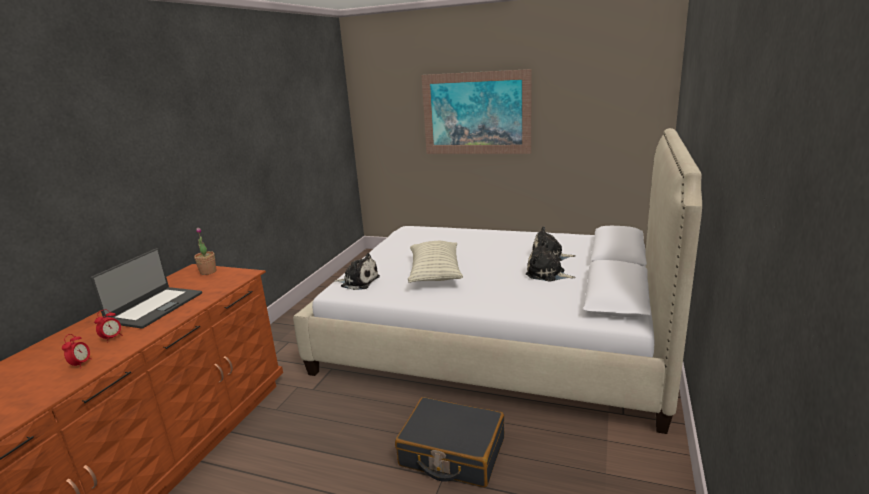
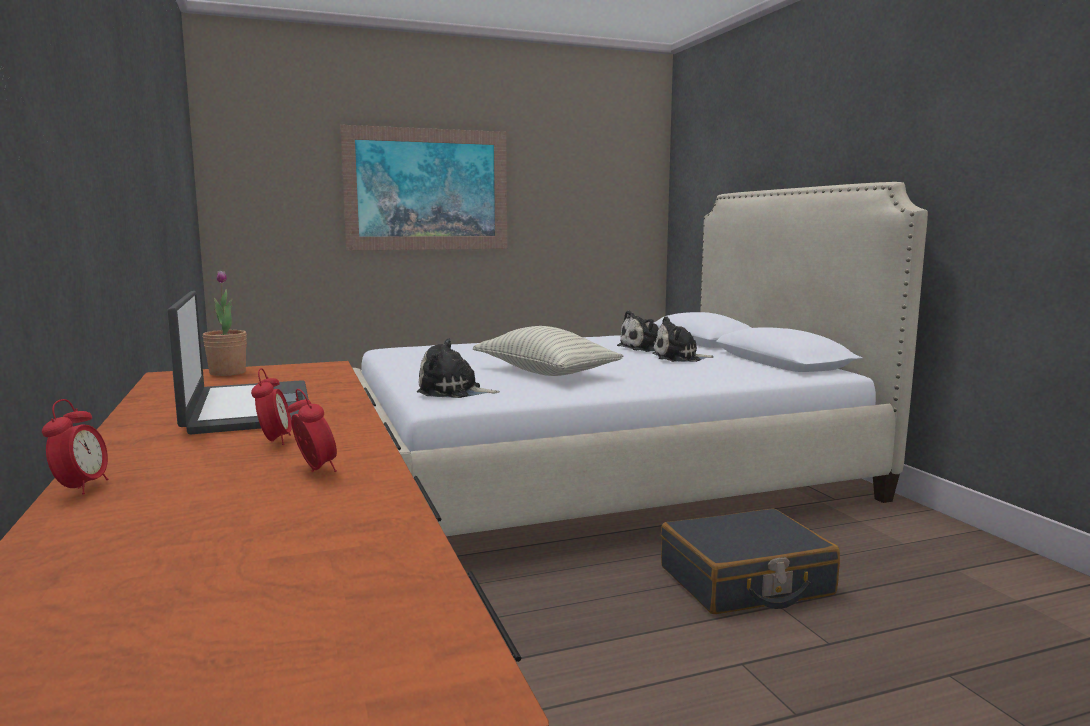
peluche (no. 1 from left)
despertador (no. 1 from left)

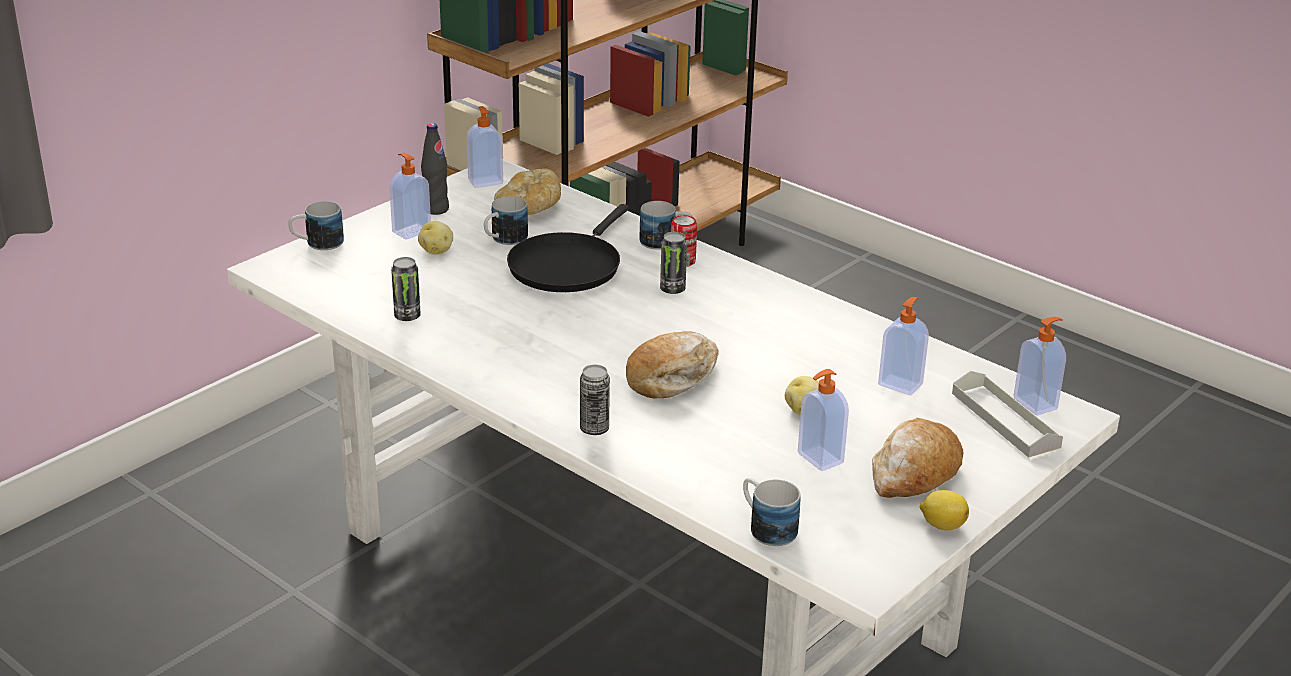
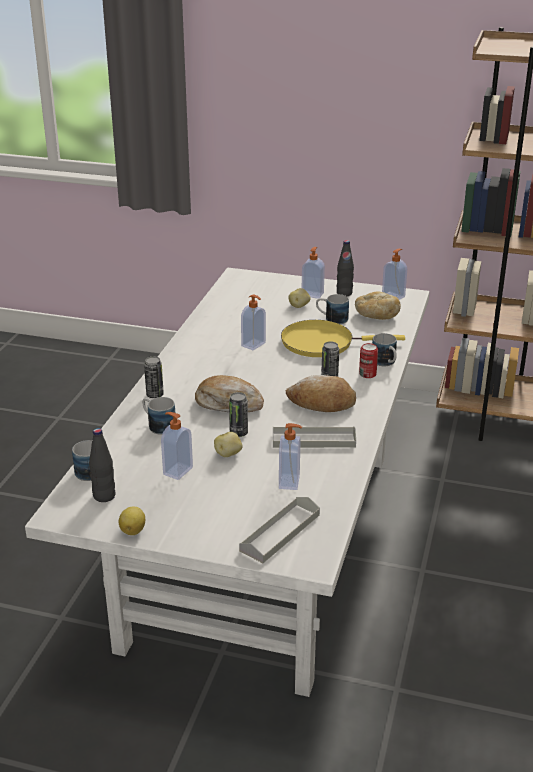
taza grande (no. 2 from left)
sartén [amarillo]
lata (no. 2 from left)
dispensador de jabón (no. 2 from left)
pan (no. 2 from left)
bandeja [gris] (no. 2 from left)
botella [negro] (no. 1 from left)

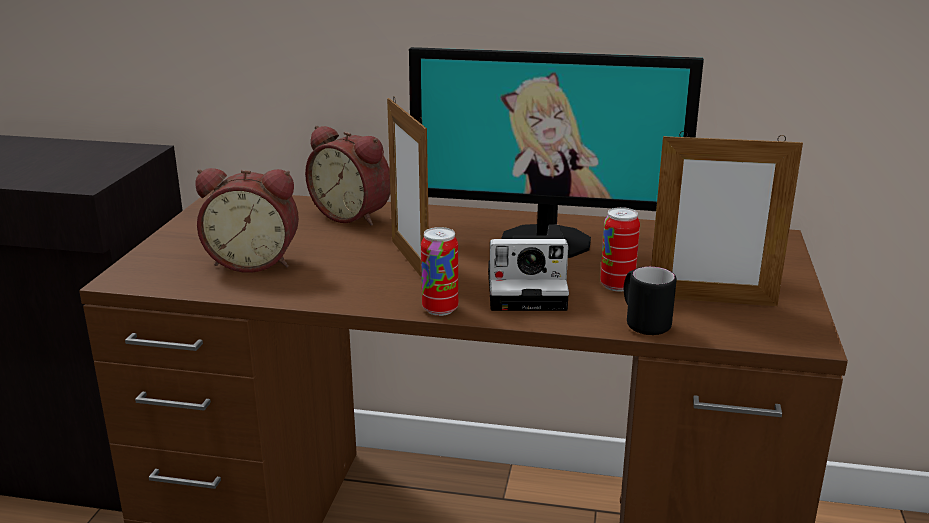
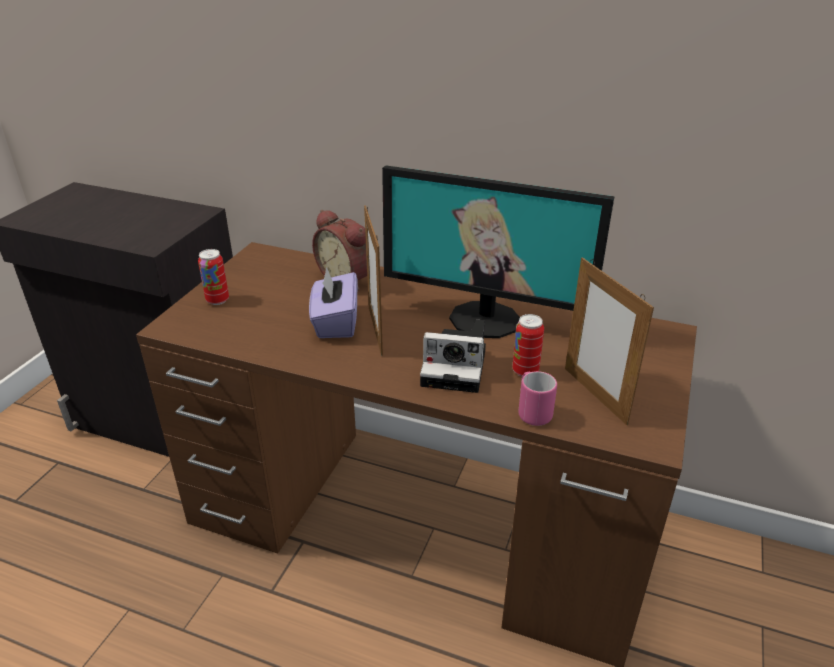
portarretratos (no. 2 from left)
despertador (no. 1 from left in the first image)
lata (no. 1 from left)
taza grande [rosa]
caja de pañuelos [morado]

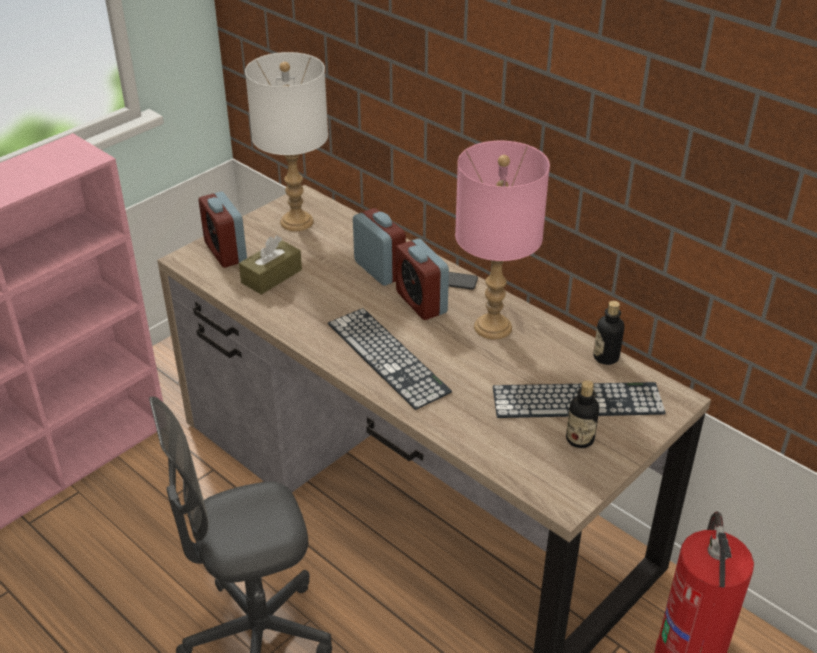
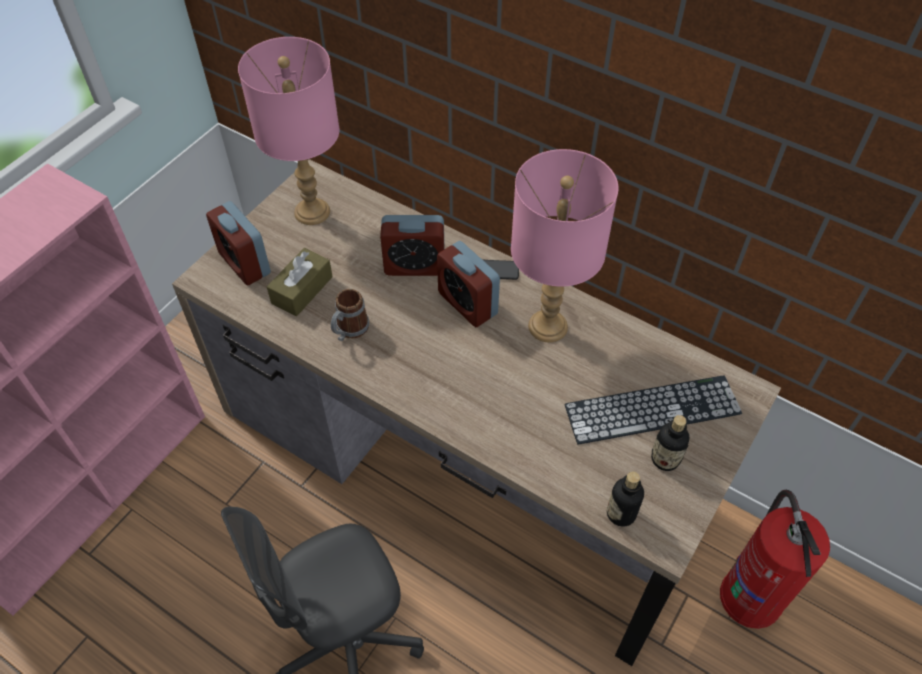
lámpara de mesa [rosa] (no. 1 from left)
despertador (no. 2 from left)
botella (no. 1 from left)
teclado (no. 1 from left in the first image)
taza grande

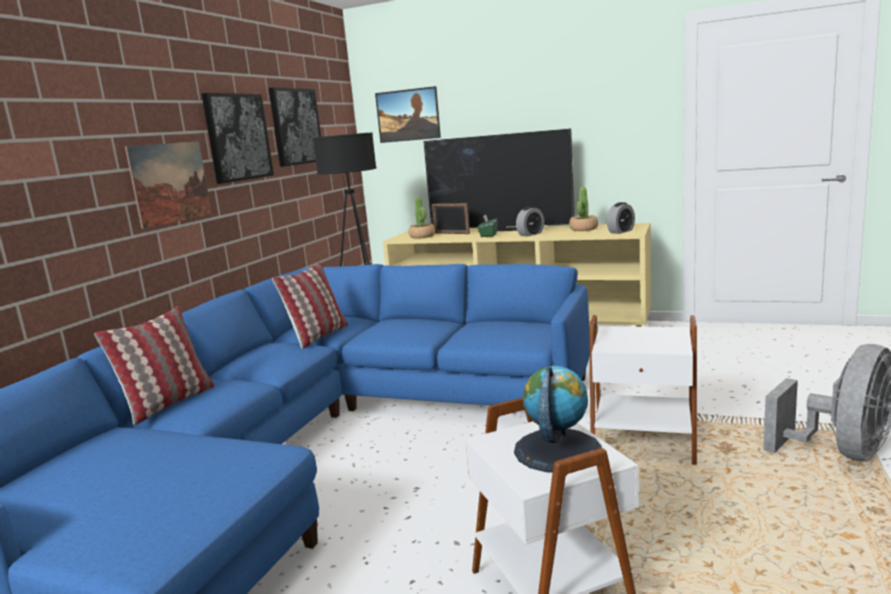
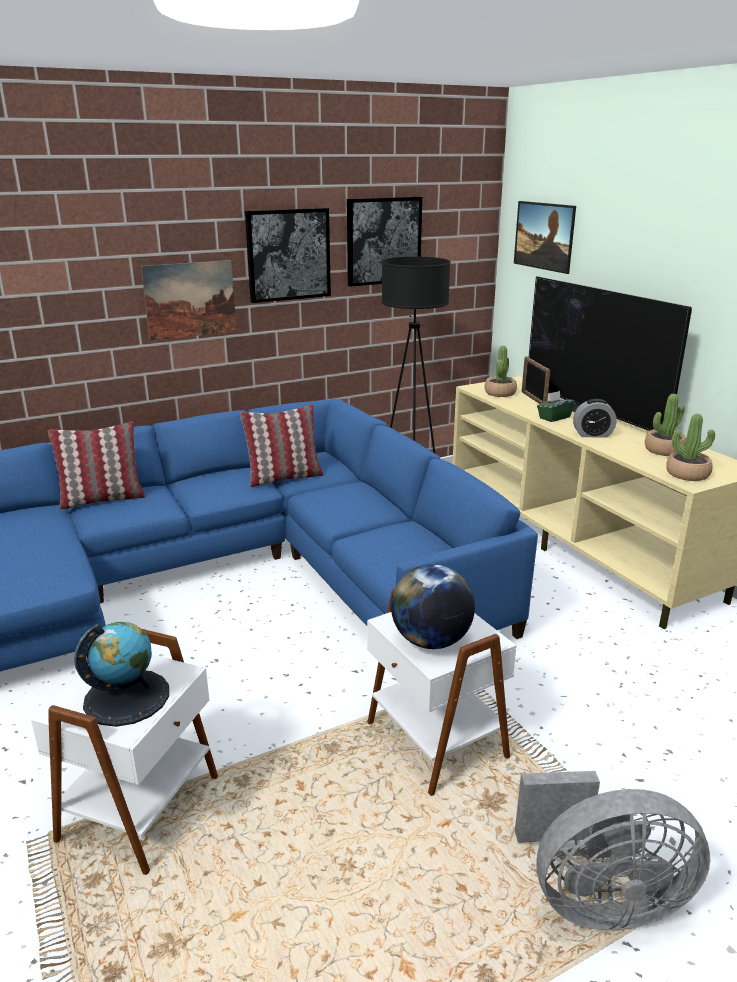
planta en maceta (no. 3 from left)
globo terráqueo (no. 2 from left)

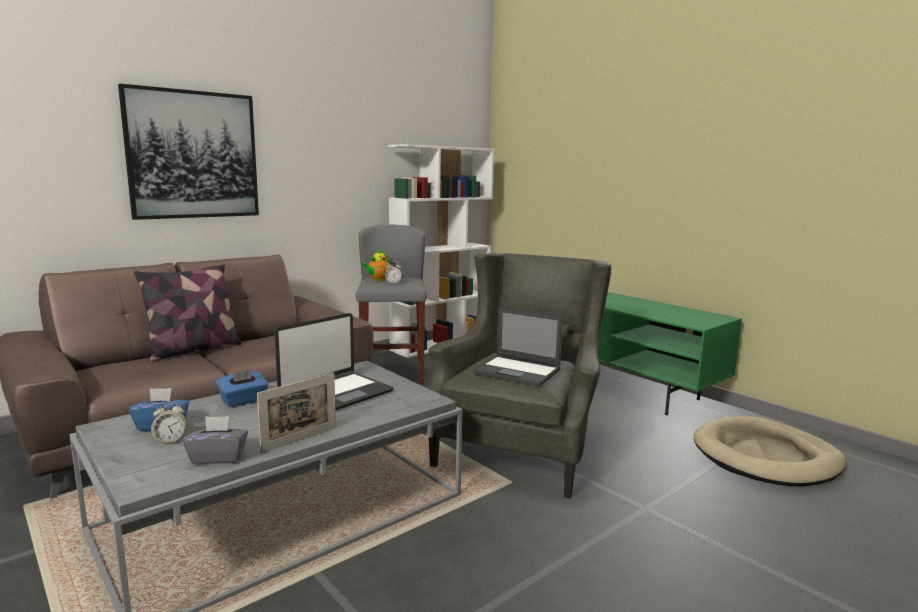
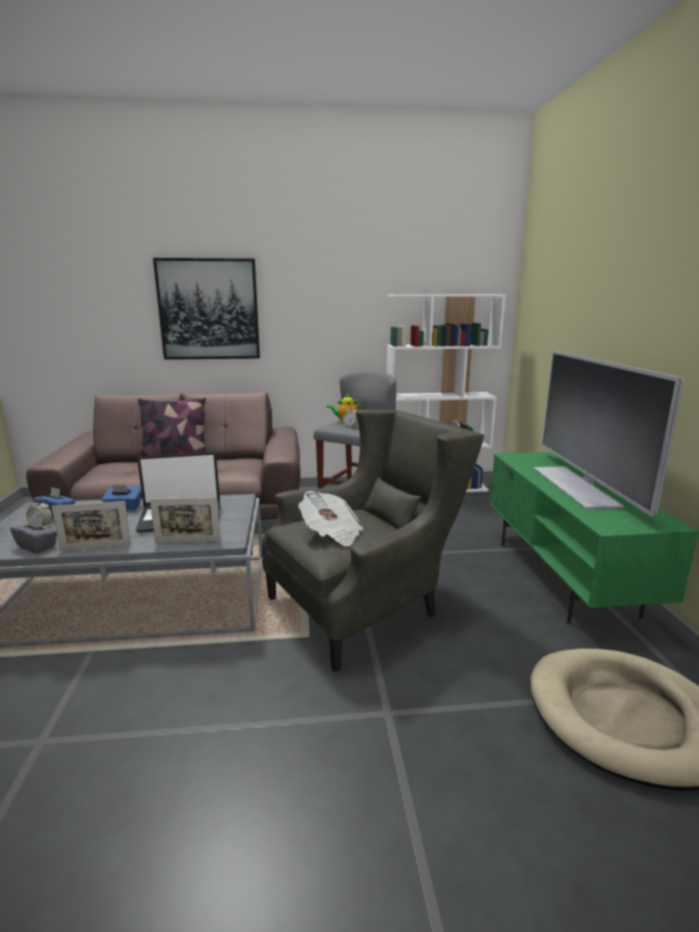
periódico
televisor
portarretratos (no. 2 from left)

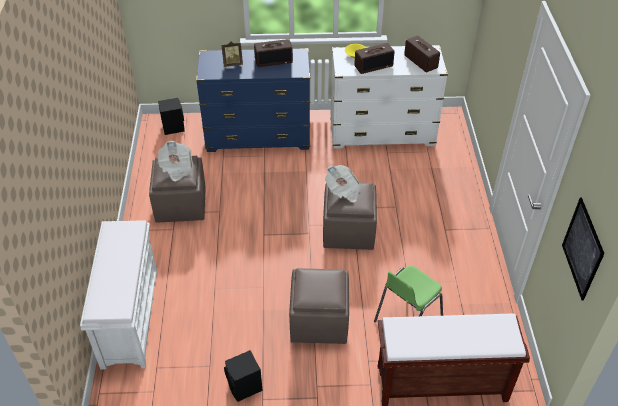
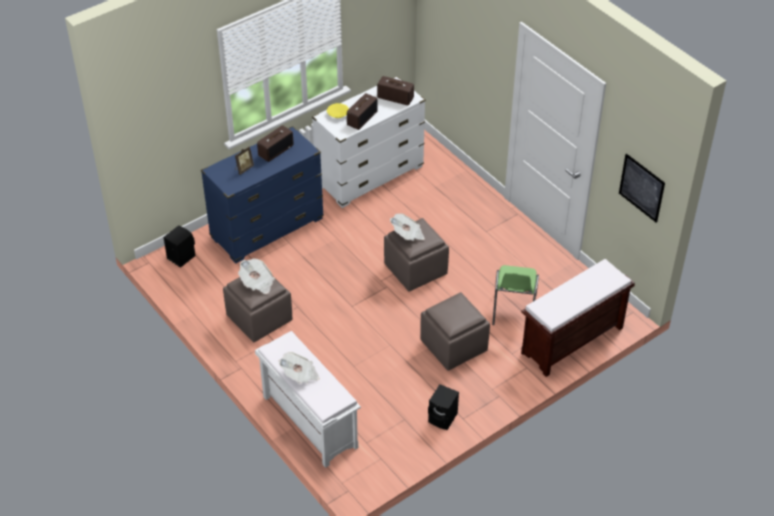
periódico (no. 2 from left)

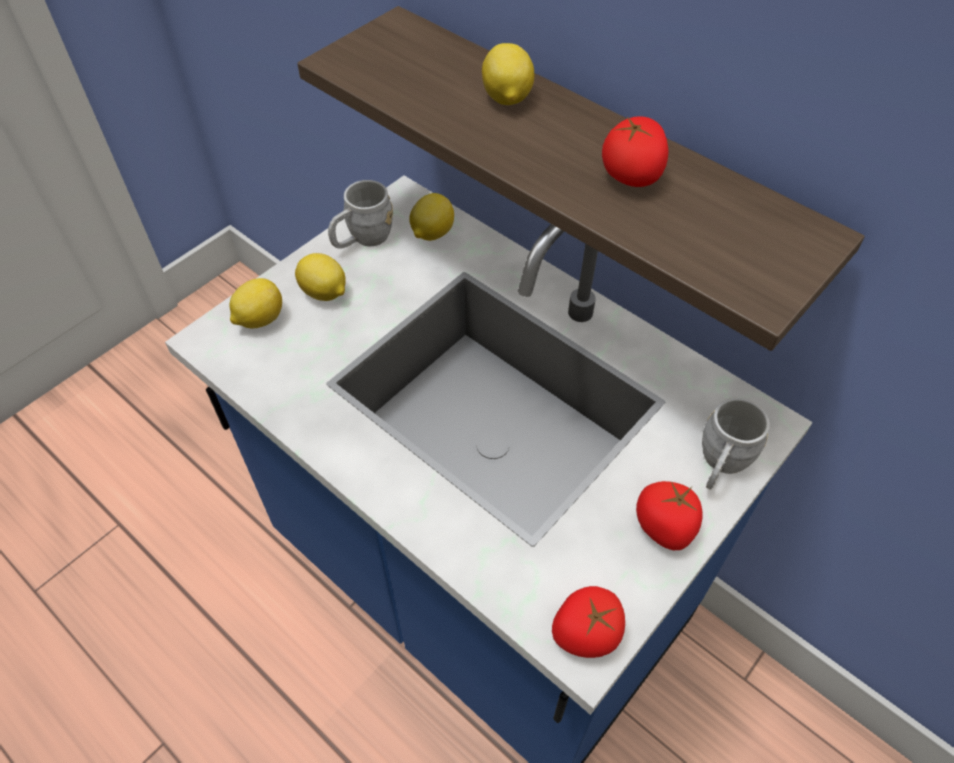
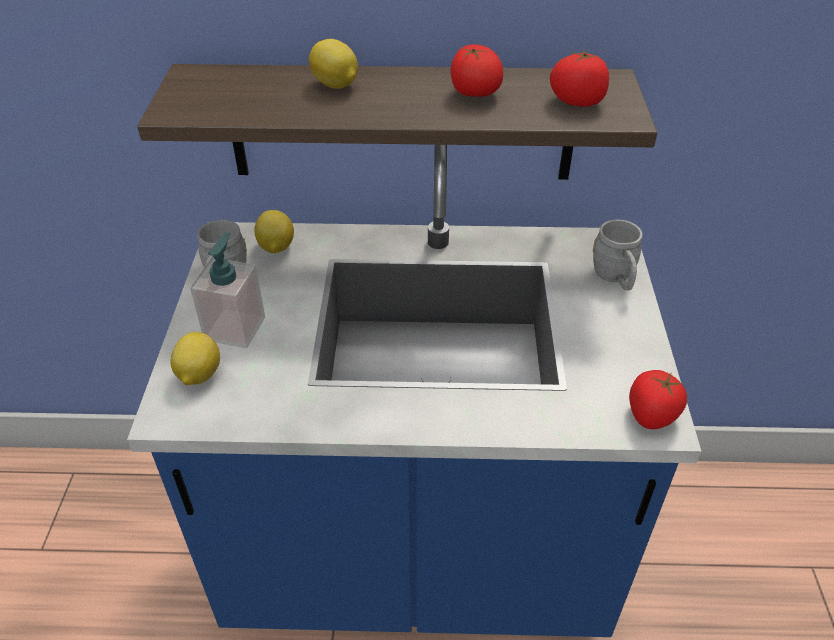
dispensador de jabón
tomate (no. 2 from left)

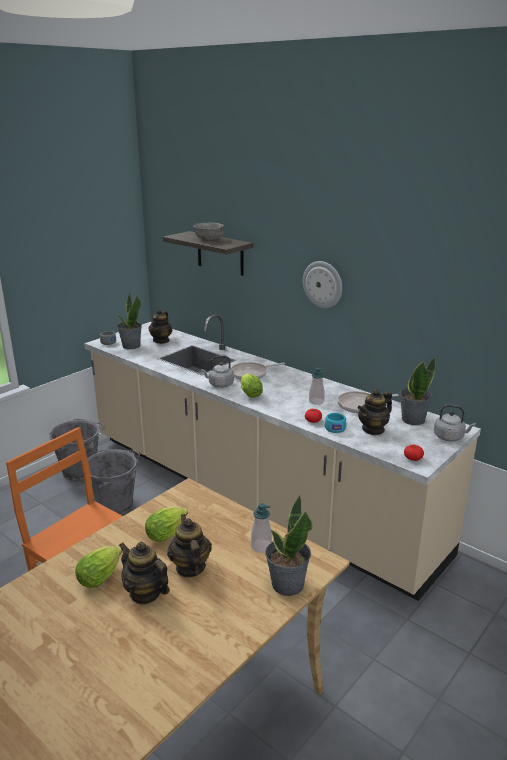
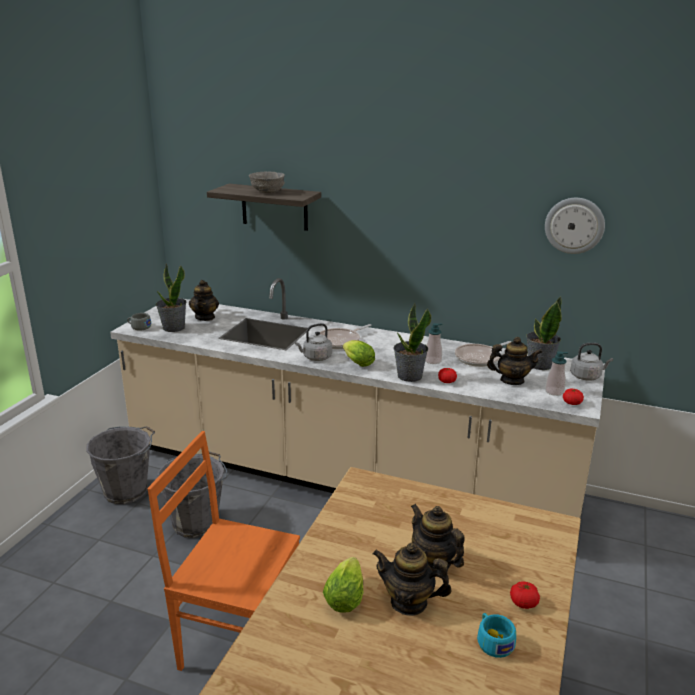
reloj de pared
tetera (no. 4 from left)
taza [turquesa]
planta en maceta (no. 2 from left)
dispensador de jabón (no. 2 from left)
lechuga (no. 2 from left in the first image)
tomate (no. 2 from left)

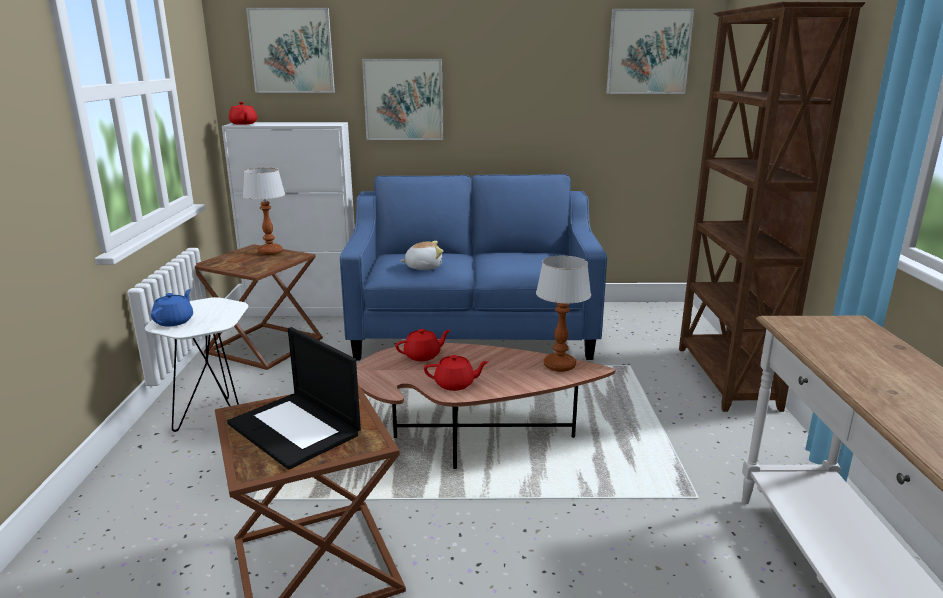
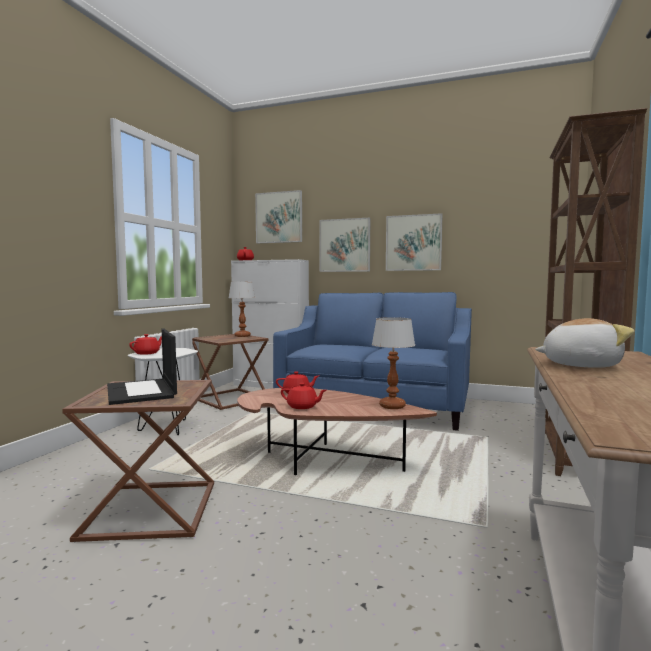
cuadro (no. 3 from left)
peluche
tetera [rojo] (no. 1 from left)

